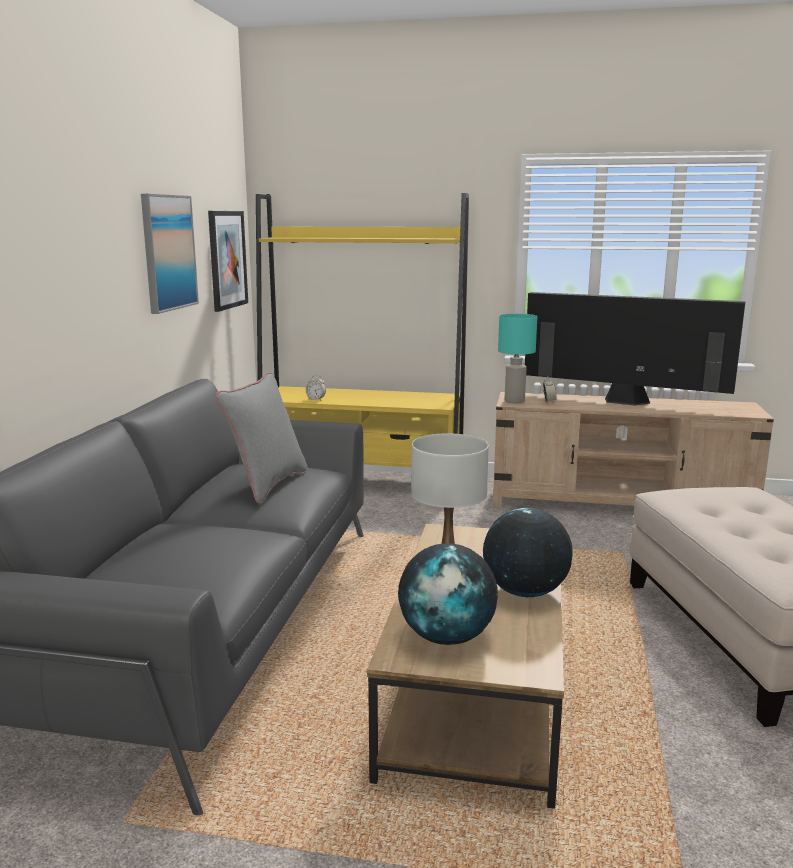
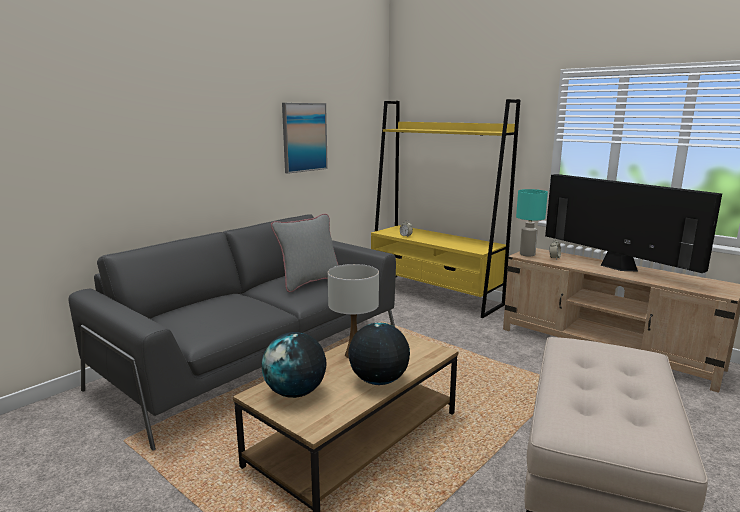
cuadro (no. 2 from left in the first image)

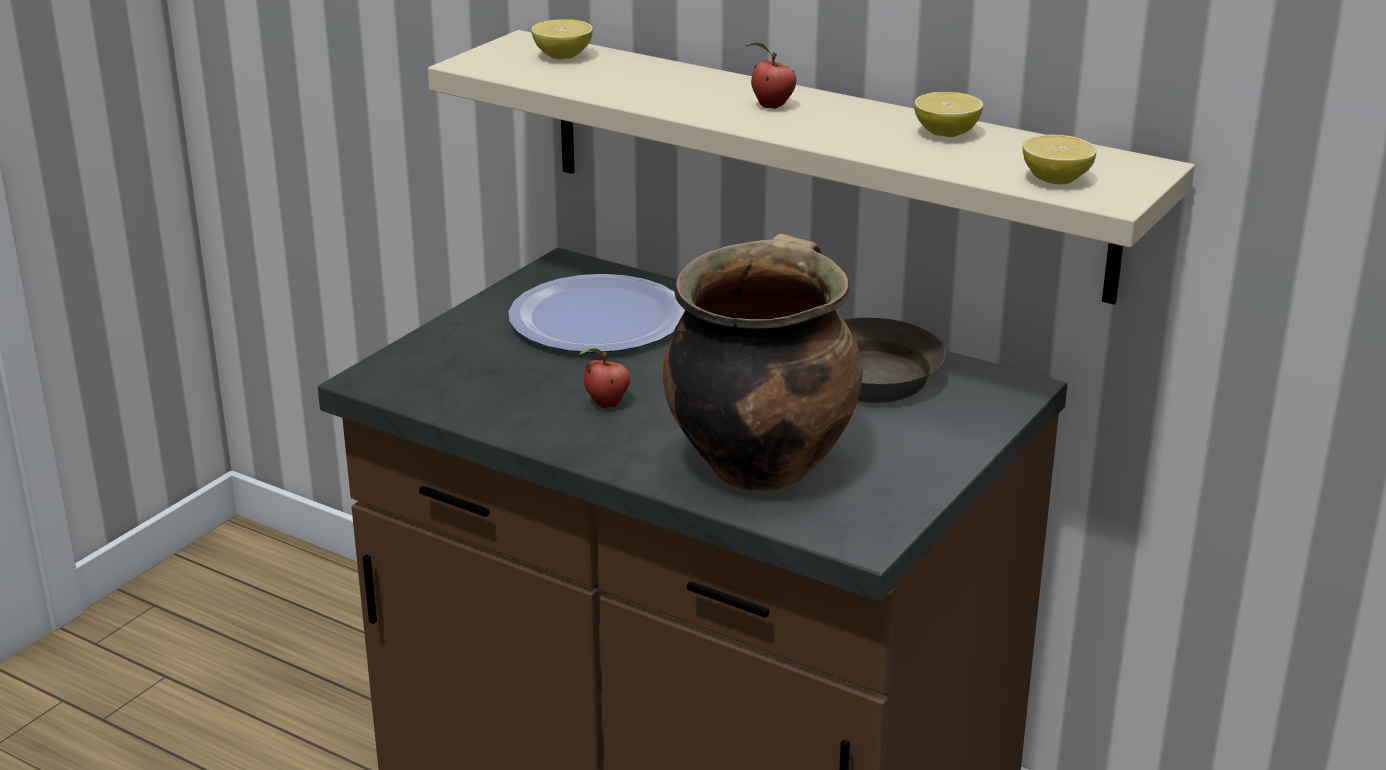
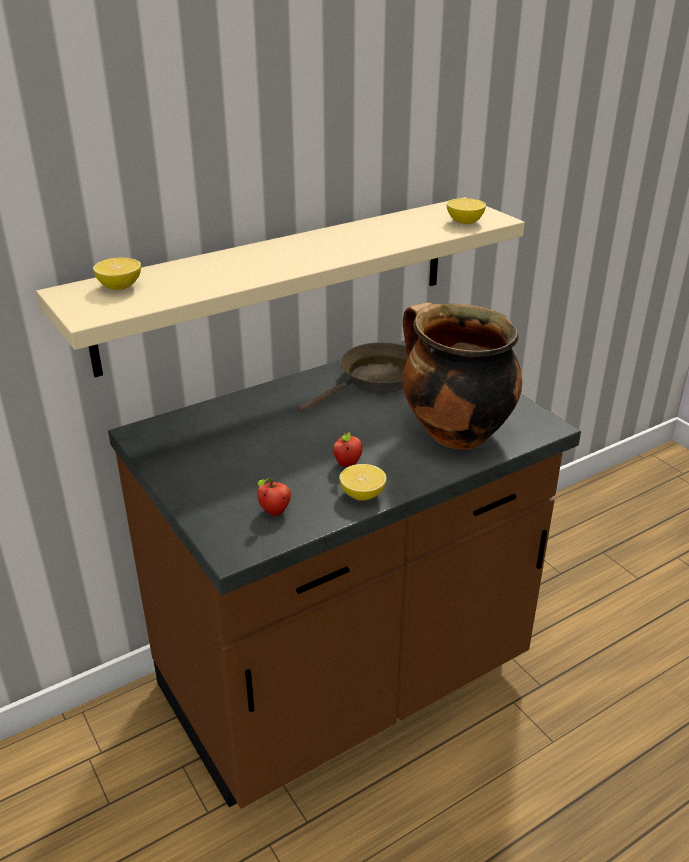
manzana (no. 1 from left)
limón (no. 2 from left)
plato

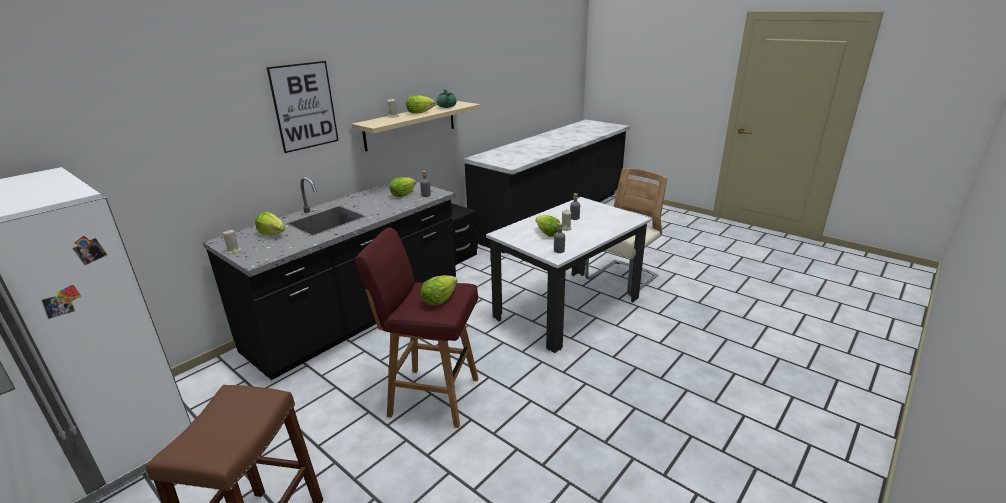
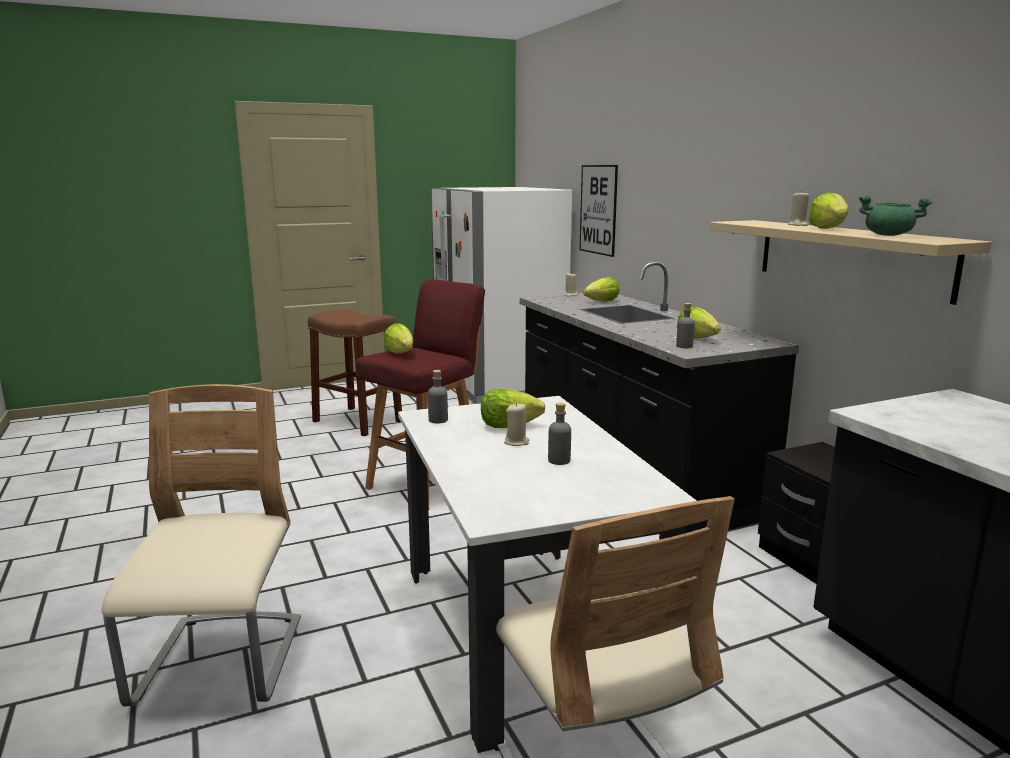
cuadro
silla [beis] (no. 1 from left)

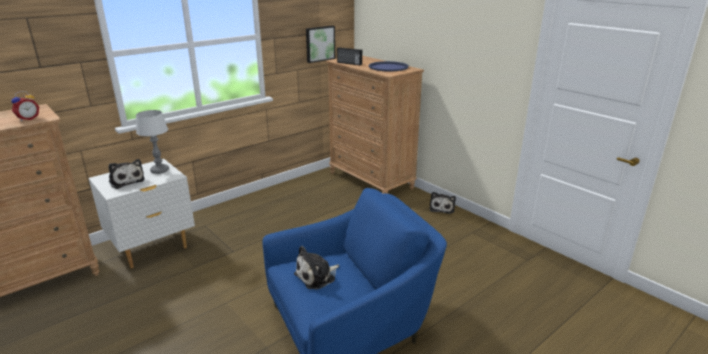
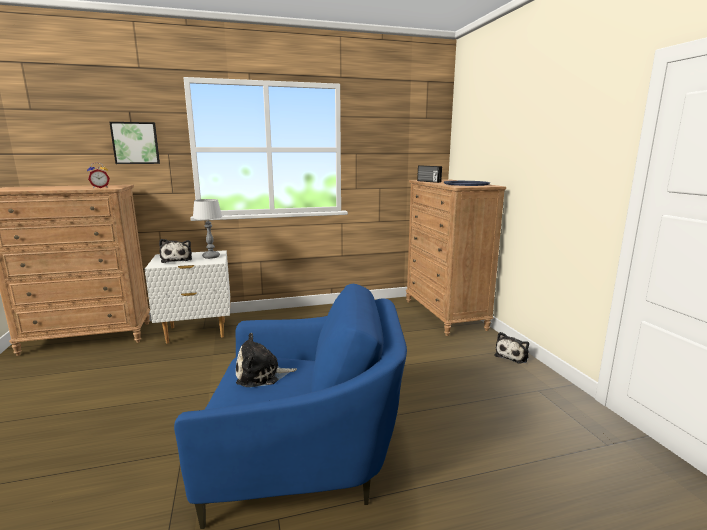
cuadro

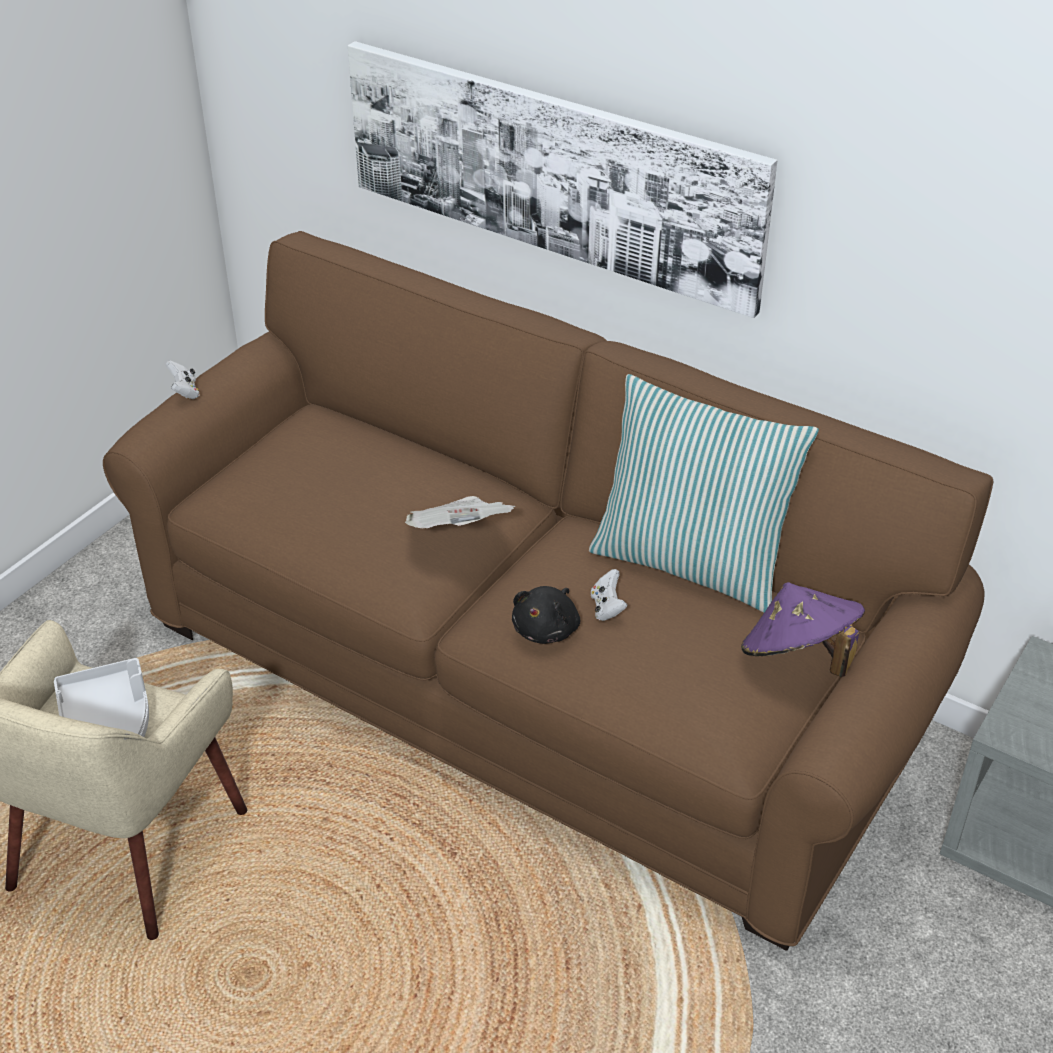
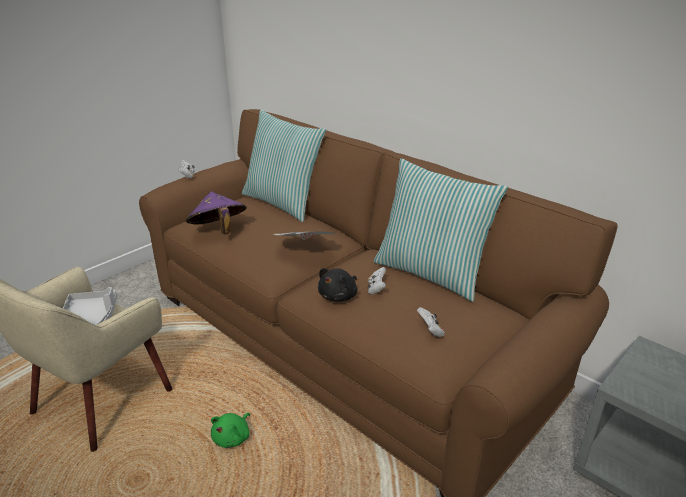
cuadro
sombrero [morado]
cojín (no. 1 from left)
mando de consola [blanco] (no. 3 from left)
peluche [verde]

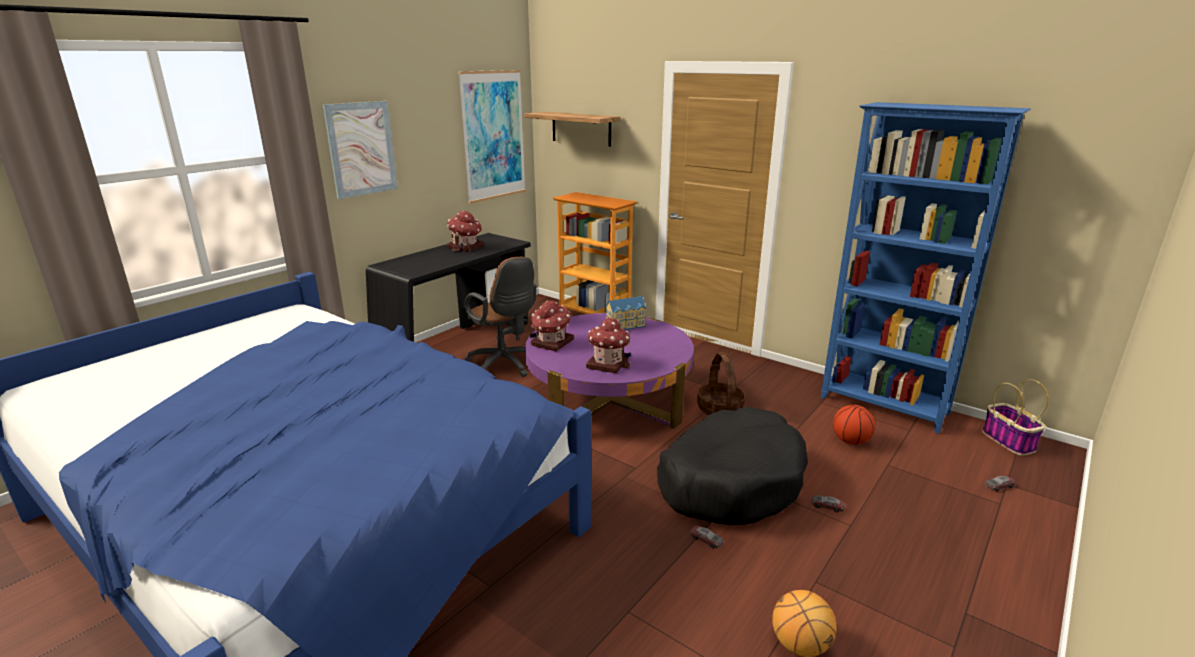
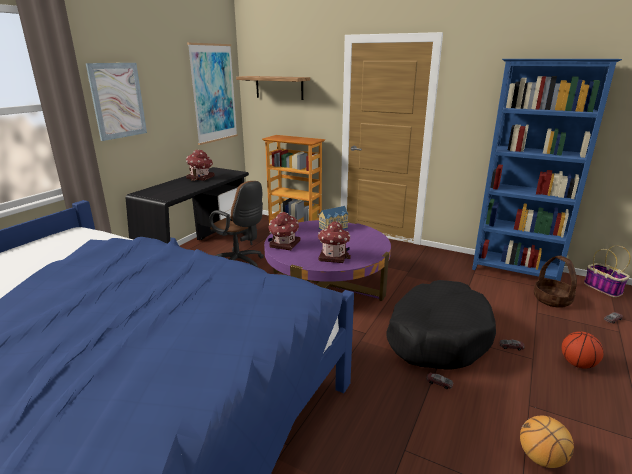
cesta (no. 1 from left)
balón de baloncesto (no. 2 from left)

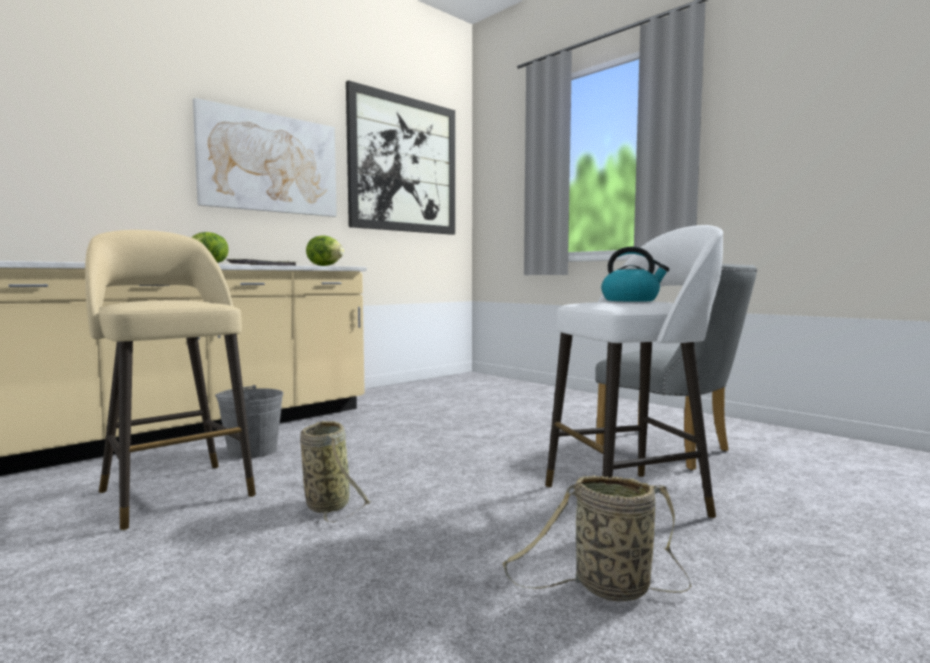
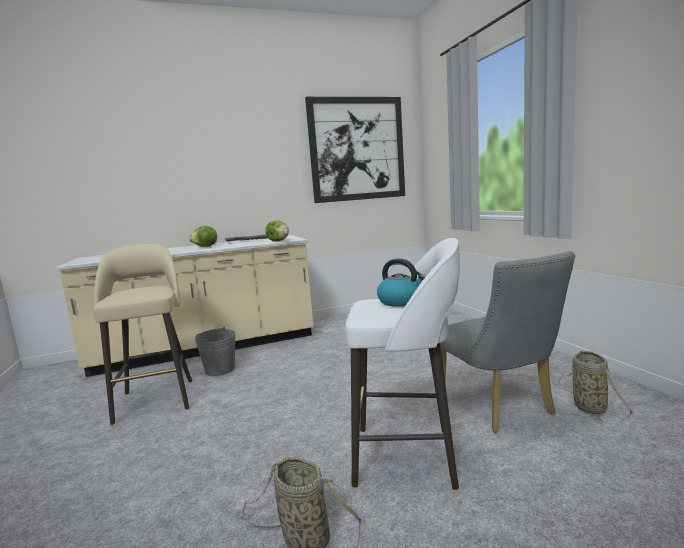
cuadro (no. 1 from left in the first image)
cesta (no. 2 from left)

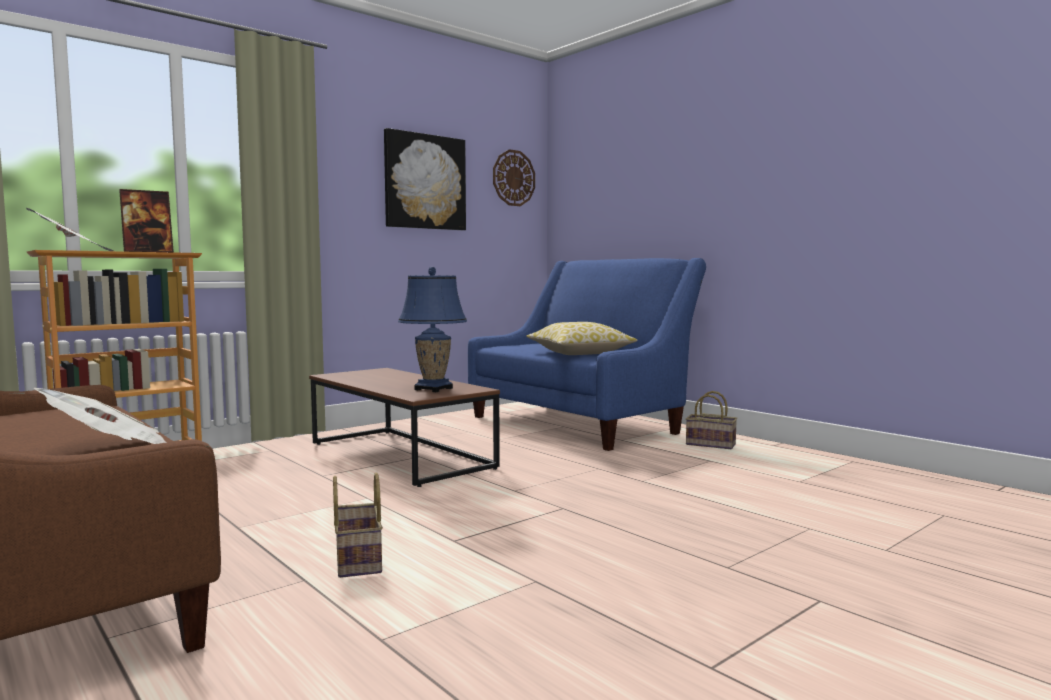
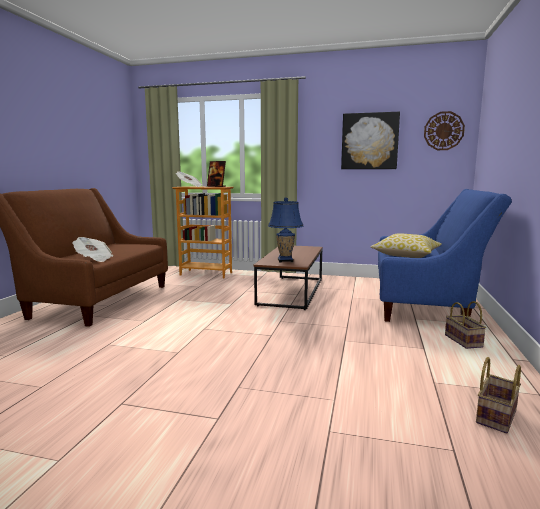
cesta (no. 2 from left)

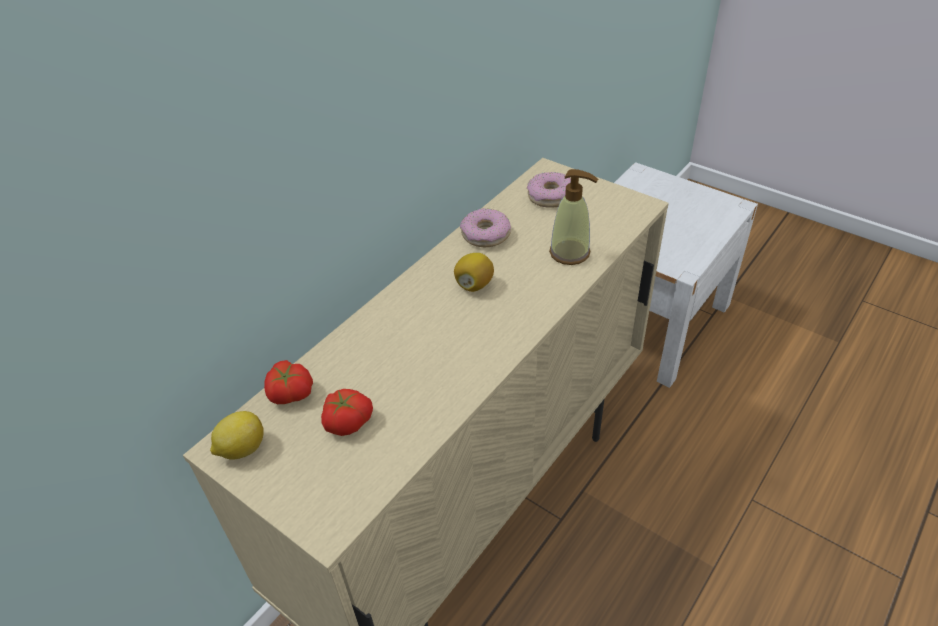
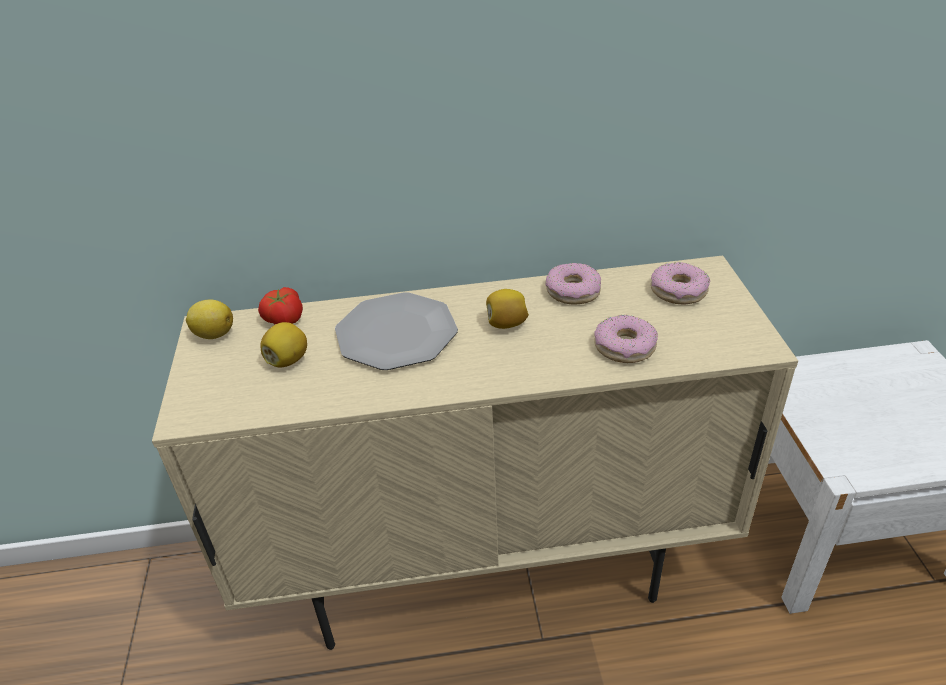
rosquilla (no. 2 from left)
limón (no. 2 from left)
plato

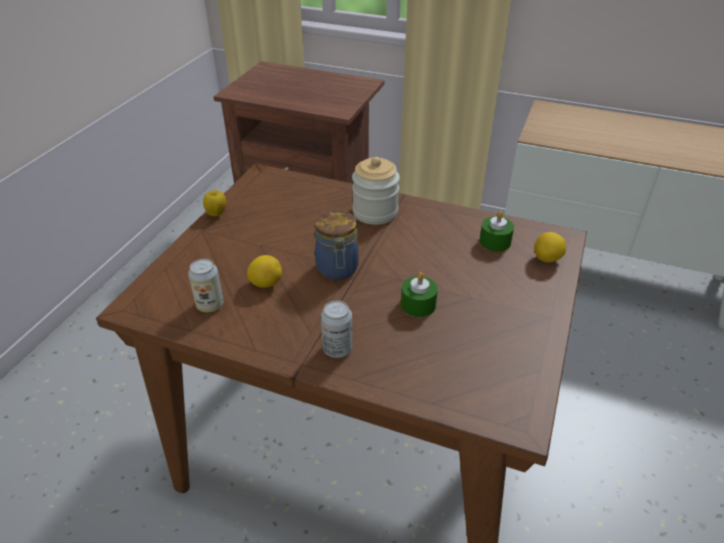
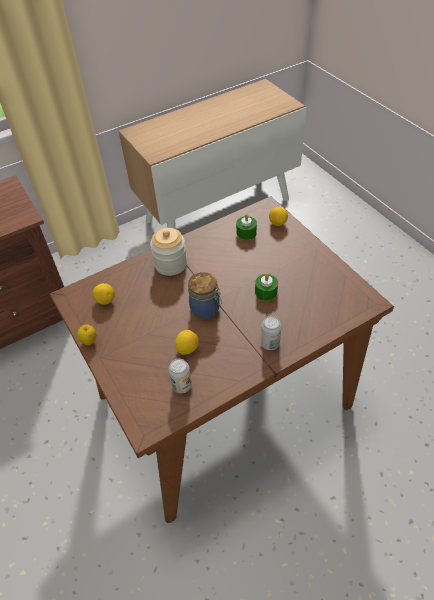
limón (no. 1 from left)

